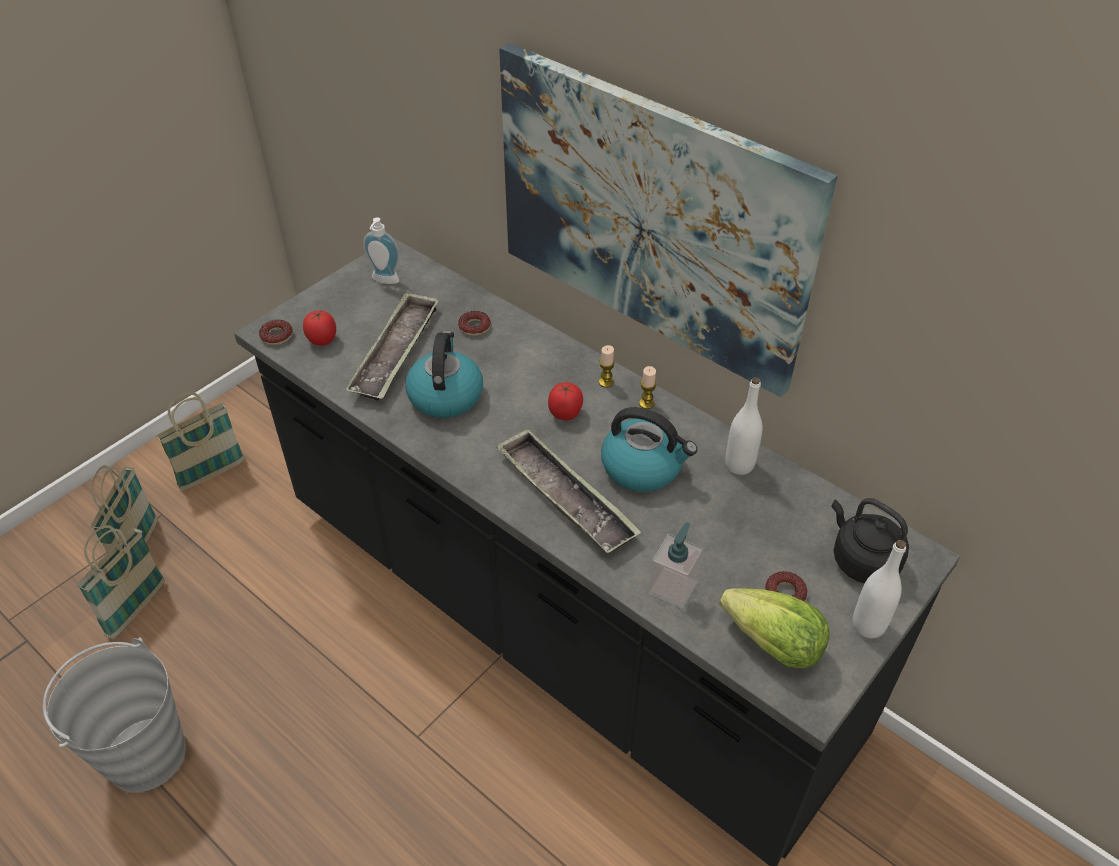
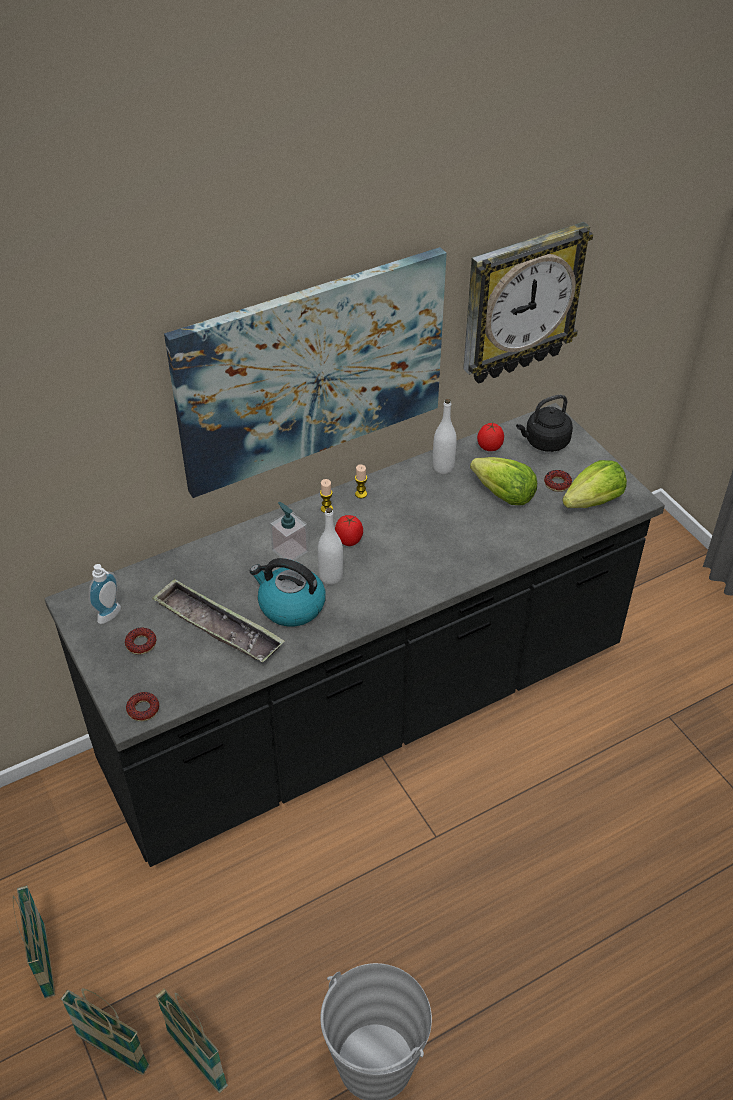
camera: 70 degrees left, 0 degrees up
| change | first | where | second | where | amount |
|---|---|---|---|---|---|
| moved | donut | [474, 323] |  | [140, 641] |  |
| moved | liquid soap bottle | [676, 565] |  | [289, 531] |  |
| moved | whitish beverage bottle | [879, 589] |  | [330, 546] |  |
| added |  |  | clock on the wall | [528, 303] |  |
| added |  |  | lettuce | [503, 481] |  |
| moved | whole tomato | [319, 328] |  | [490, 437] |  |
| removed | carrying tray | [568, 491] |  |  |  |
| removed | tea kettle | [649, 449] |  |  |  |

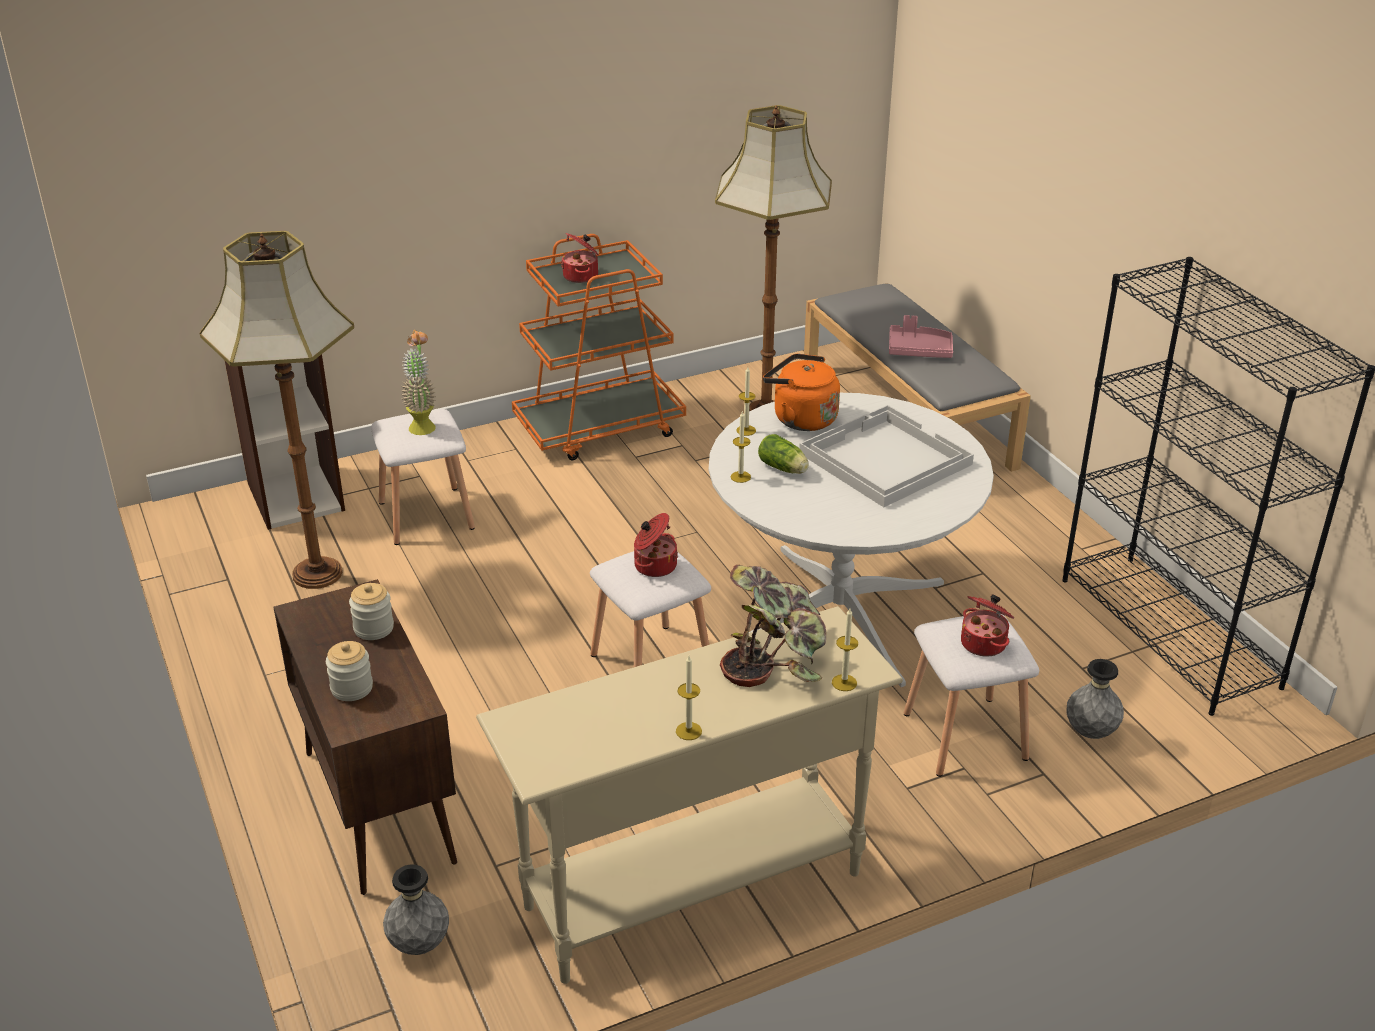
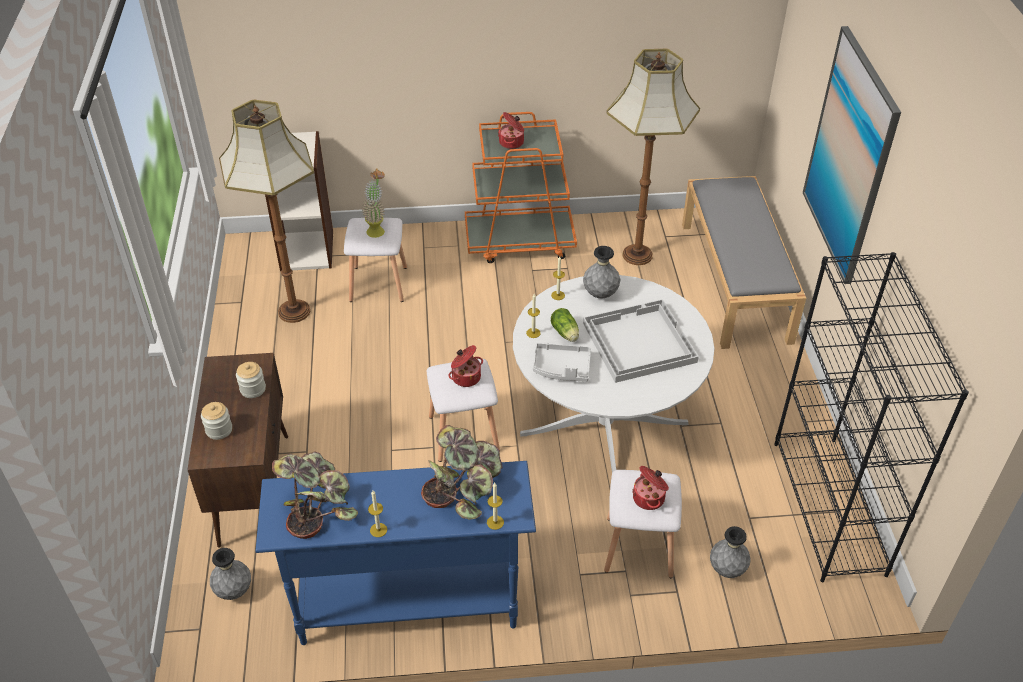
camera: 20 degrees right, 10 degrees up
| change | first | where | second | where | amount |
|---|---|---|---|---|---|
| recoloured | sand-coloured console table | [689, 795] | bluish console table | [395, 553] |  |
| added |  |  | potted plant | [315, 495] |  |
| added |  |  | gray carrying tray | [562, 362] |  |
| replaced | orange tea kettle | [801, 392] | gray decorative vase | [602, 272] |  |
| added |  |  | wall art | [852, 155] |  |
| removed | pinkish carrying tray | [921, 336] |  |  |  |

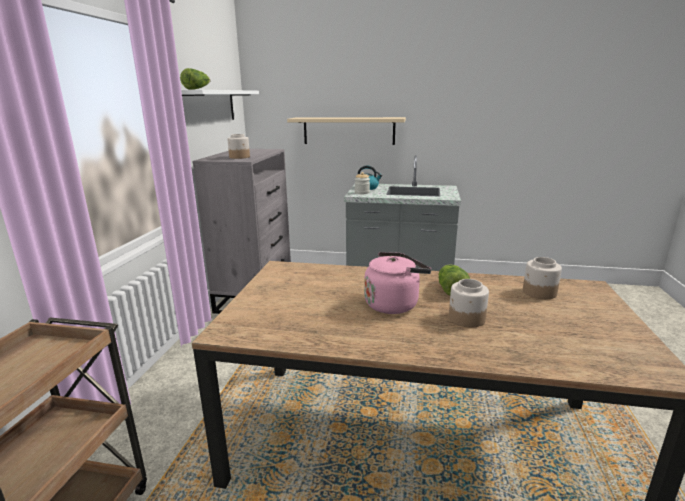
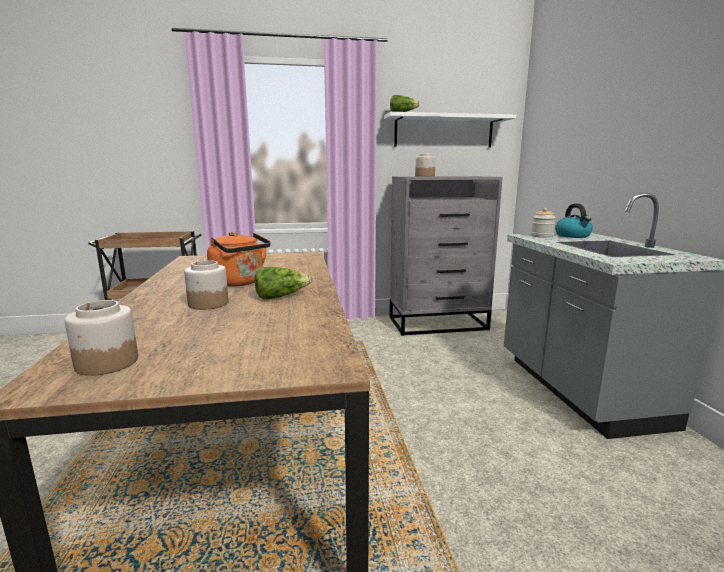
camera: 70 degrees right, 5 degrees down
| change | first | where | second | where | amount |
|---|---|---|---|---|---|
| moved | preserve jar | [542, 278] |  | [101, 338] |  |
| recoloured | pinkish tea kettle | [398, 283] | orange tea kettle | [239, 259] |  |
| removed | sand-coloured bracket shelf | [346, 131] |  |  |  |

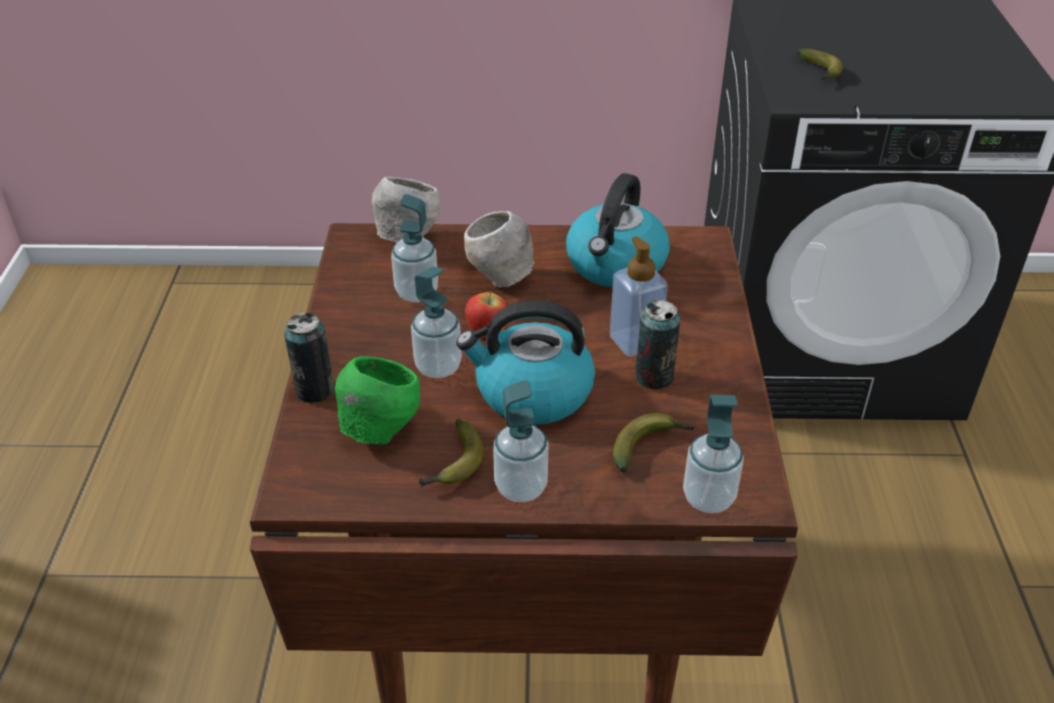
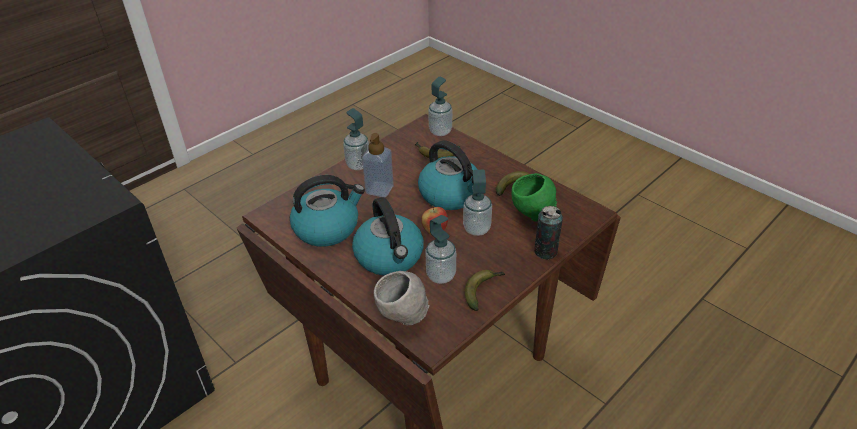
camera: 135 degrees left, 0 degrees up
| change | first | where | second | where | amount |
|---|---|---|---|---|---|
| moved | liquid soap bottle | [520, 441] |  | [356, 139] |  |
| replaced | gray serving bowl | [499, 249] | tea kettle | [388, 236] |  |
| moved | banana | [820, 64] |  | [485, 290] |  |
| removed | metal can | [657, 345] |  |  |  |

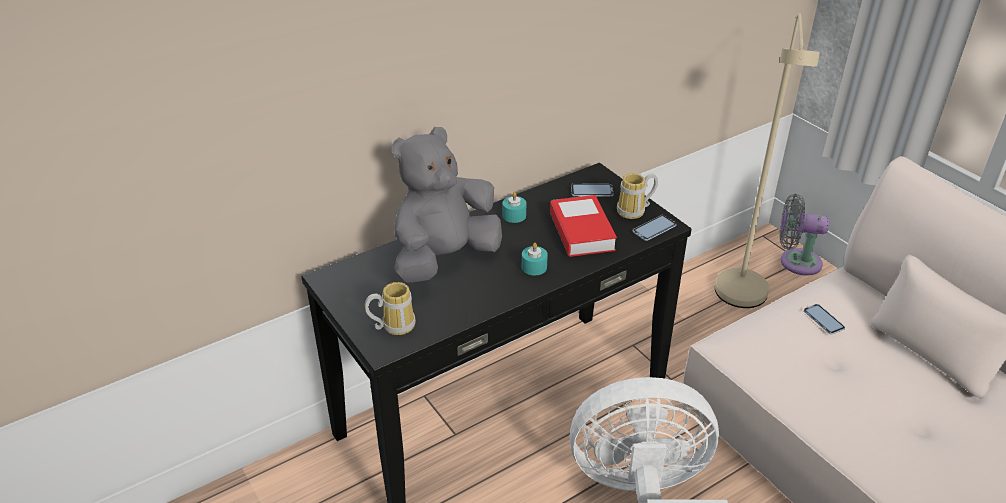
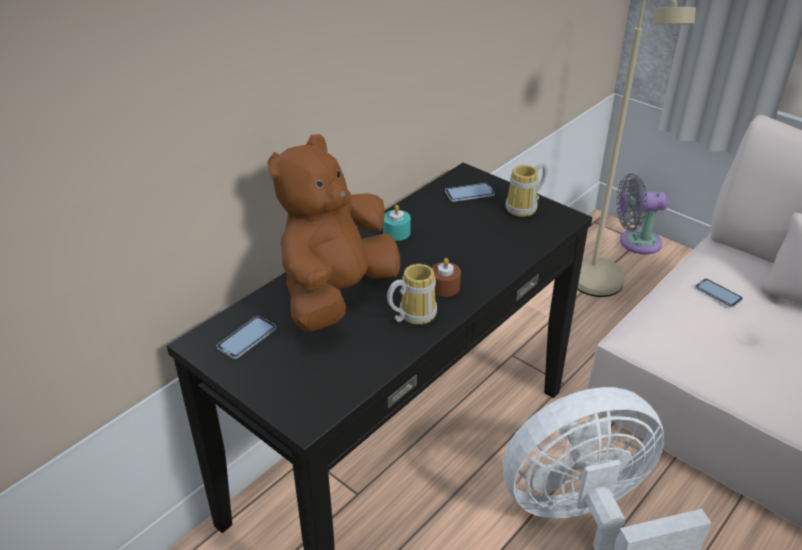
camera: 15 degrees left, 0 degrees up
| change | first | where | second | where | amount |
|---|---|---|---|---|---|
| moved | phone | [654, 228] |  | [246, 337] |  |
| recoloured | gray soft toy | [447, 205] | brown soft toy | [333, 233] |  |
| moved | coffee mug | [390, 308] |  | [412, 294] |  |
| recoloured | turquoise candle | [535, 259] | brown candle | [446, 277] |  |
| removed | volume | [583, 226] |  |  |  |

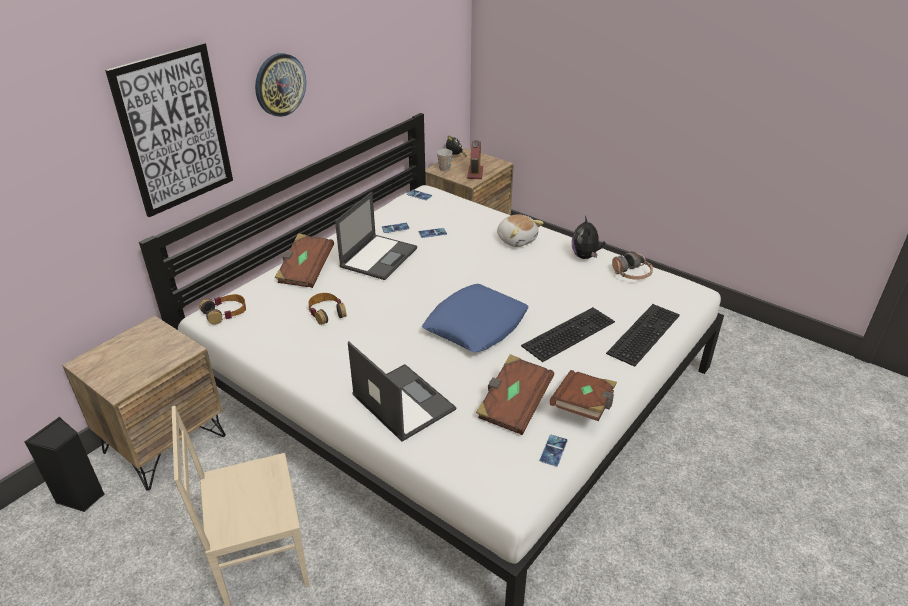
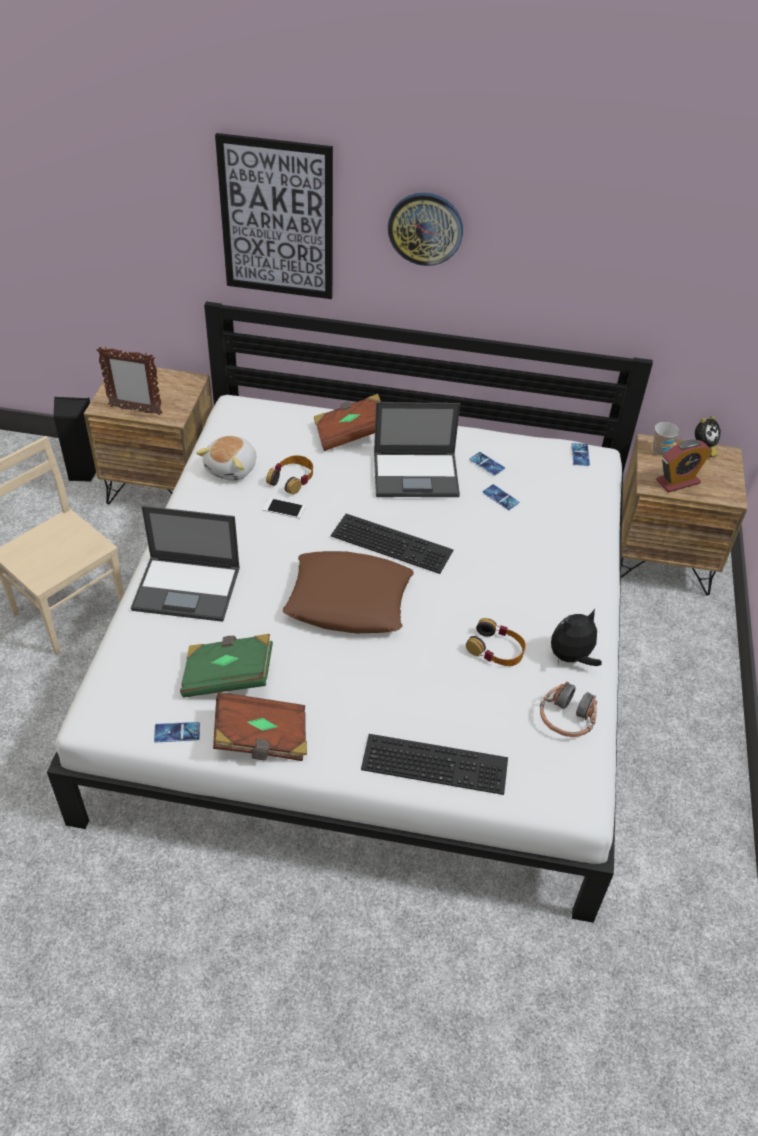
camera: 60 degrees right, 10 degrees up
| change | first | where | second | where | amount |
|---|---|---|---|---|---|
| added |  |  | picture frame | [130, 381] |  |
| turned | portable computer | [402, 391] |  | [185, 564] | 75 degrees clockwise |
| recoloured | brown volume | [515, 394] | green volume | [226, 666] |  |
| moved | soft toy | [520, 230] |  | [226, 458] |  |
| added |  |  | phone | [284, 508] |  |
| recoloured | bluish pillow | [475, 318] | brown pillow | [348, 592] |  |
| moved | PC keyboard | [568, 334] |  | [392, 544] |  |
| moved | headset | [222, 309] |  | [496, 642] |  |

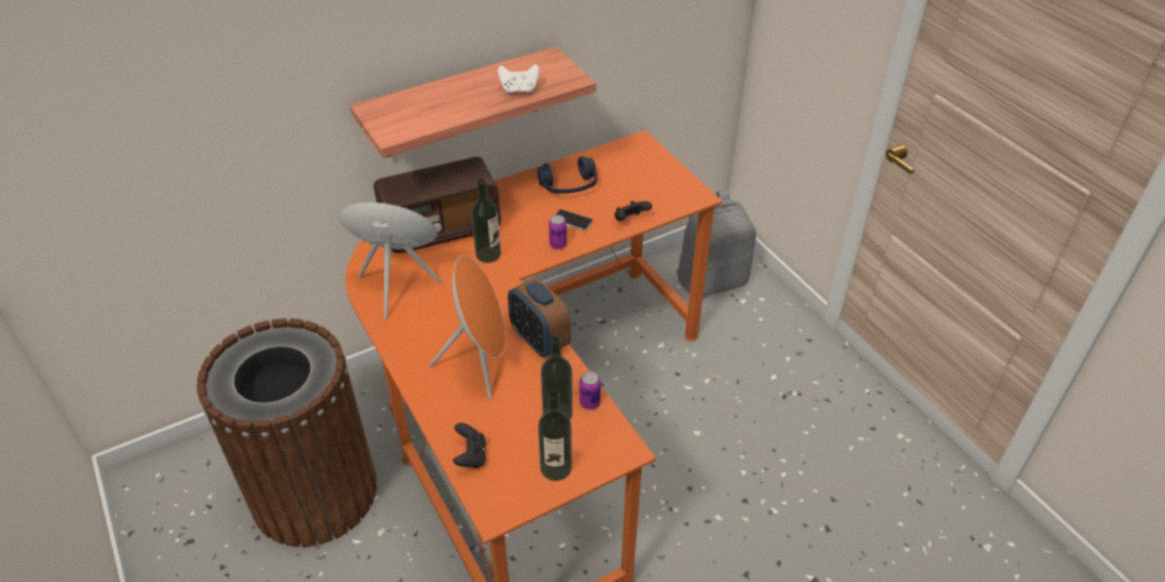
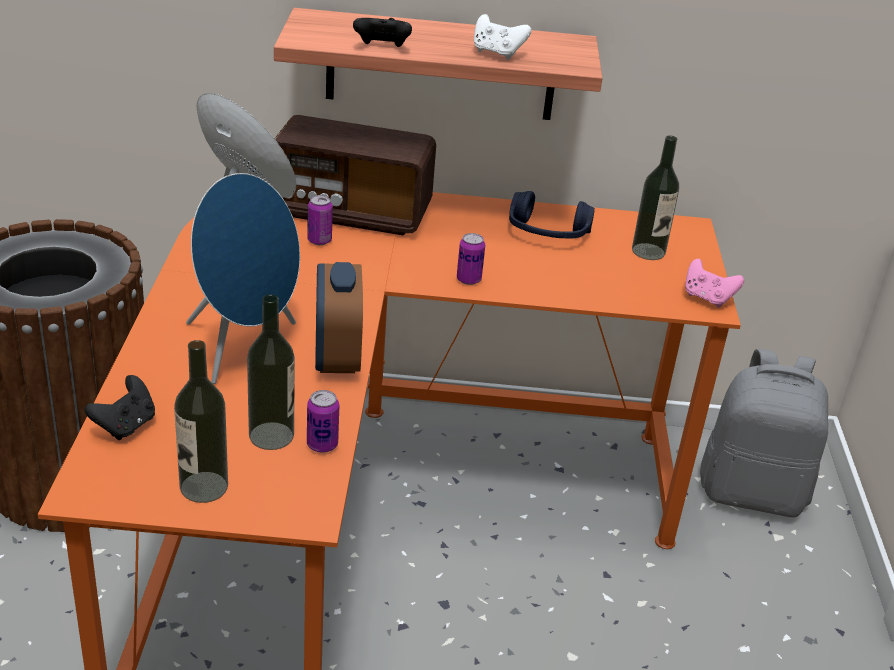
camera: 30 degrees right, 10 degrees down
| change | first | where | second | where | amount |
|---|---|---|---|---|---|
| recoloured | orange audio speaker | [467, 327] | bluish audio speaker | [243, 278] |  |
| added |  |  | metal can | [320, 220] |  |
| moved | black game controller | [633, 211] |  | [382, 32] |  |
| moved | beverage bottle | [486, 220] |  | [655, 197] |  |
| added |  |  | pinkish game controller | [714, 283] |  |
| removed | phone | [574, 220] |  |  |  |

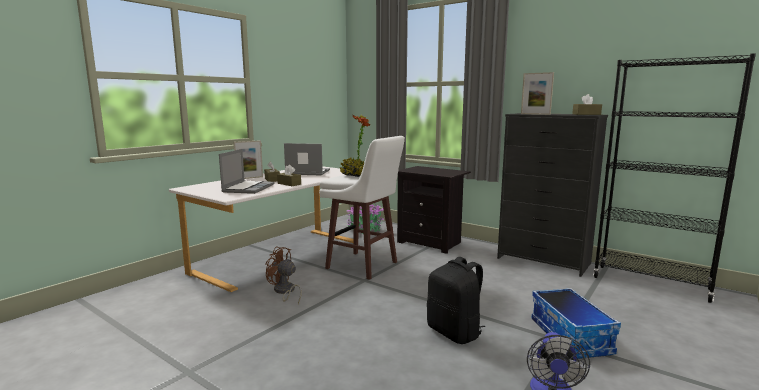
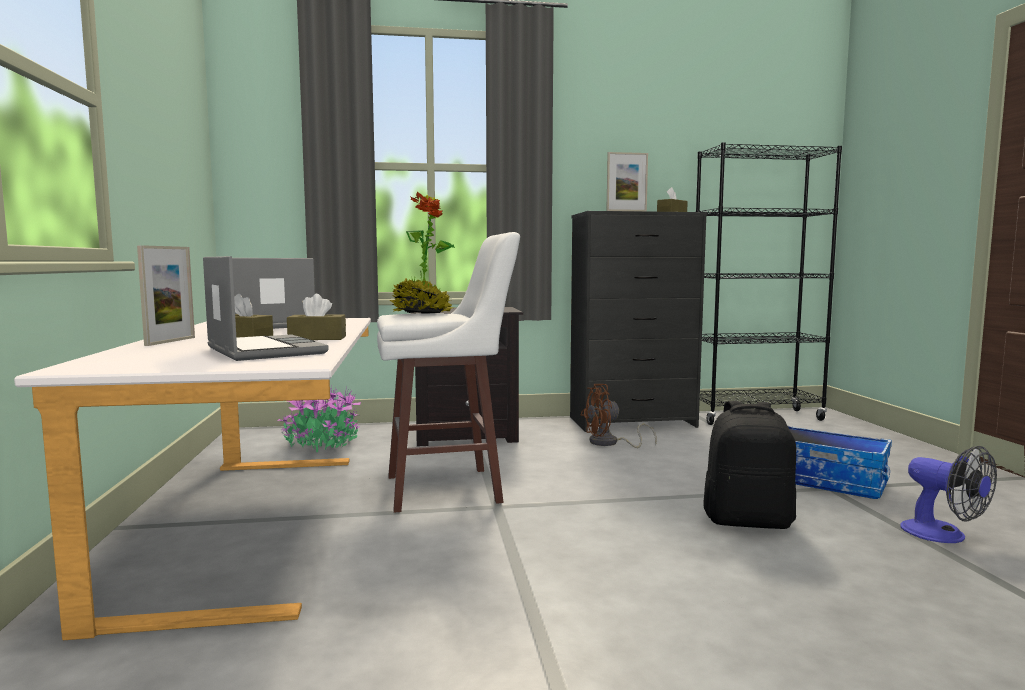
camera: 45 degrees left, 5 degrees down
| change | first | where | second | where | amount |
|---|---|---|---|---|---|
| moved | brown electric fan | [283, 275] |  | [619, 416] |  |

